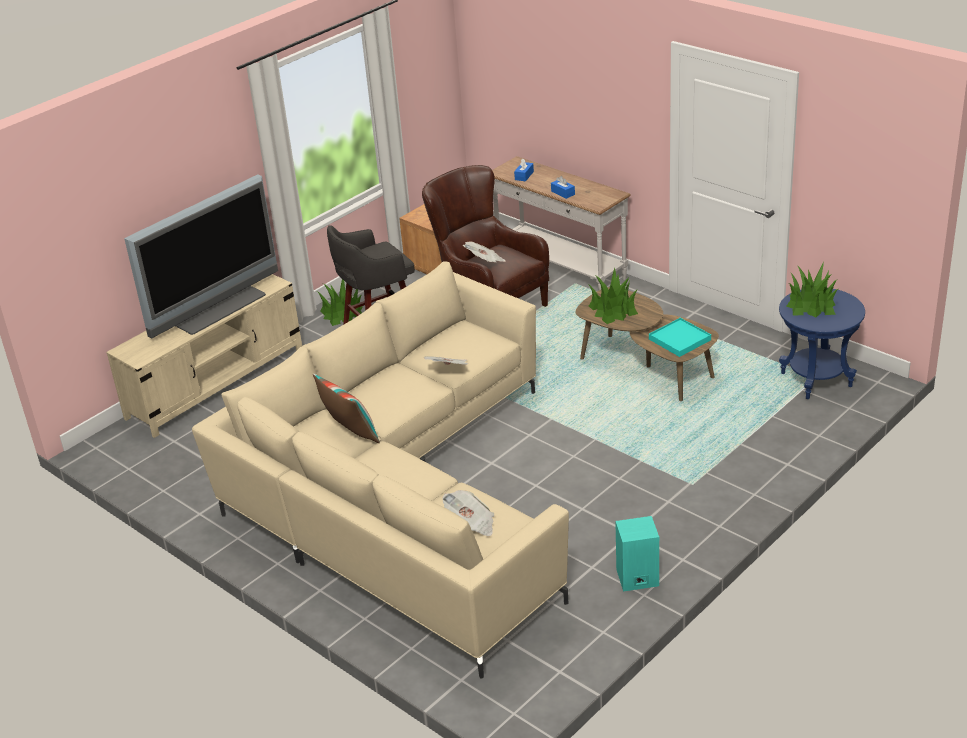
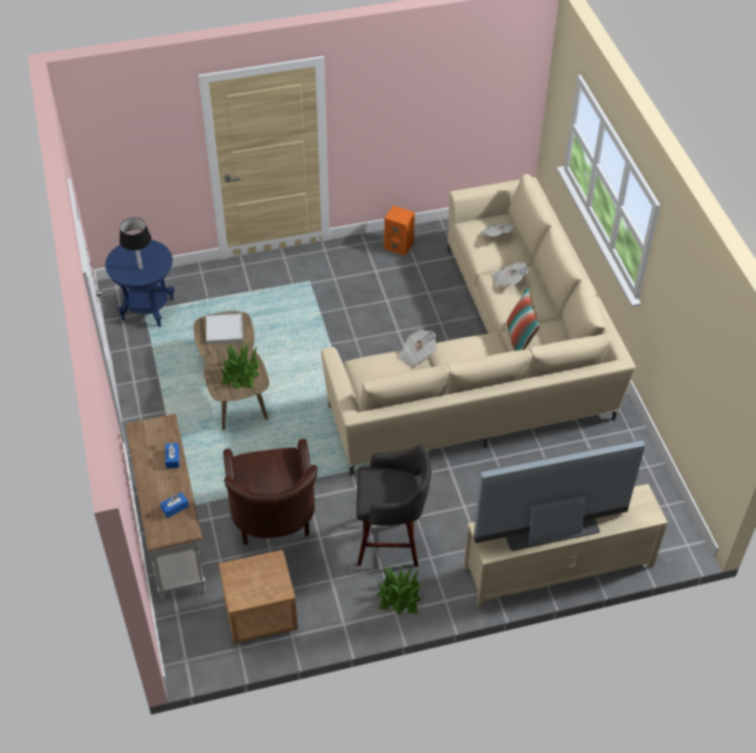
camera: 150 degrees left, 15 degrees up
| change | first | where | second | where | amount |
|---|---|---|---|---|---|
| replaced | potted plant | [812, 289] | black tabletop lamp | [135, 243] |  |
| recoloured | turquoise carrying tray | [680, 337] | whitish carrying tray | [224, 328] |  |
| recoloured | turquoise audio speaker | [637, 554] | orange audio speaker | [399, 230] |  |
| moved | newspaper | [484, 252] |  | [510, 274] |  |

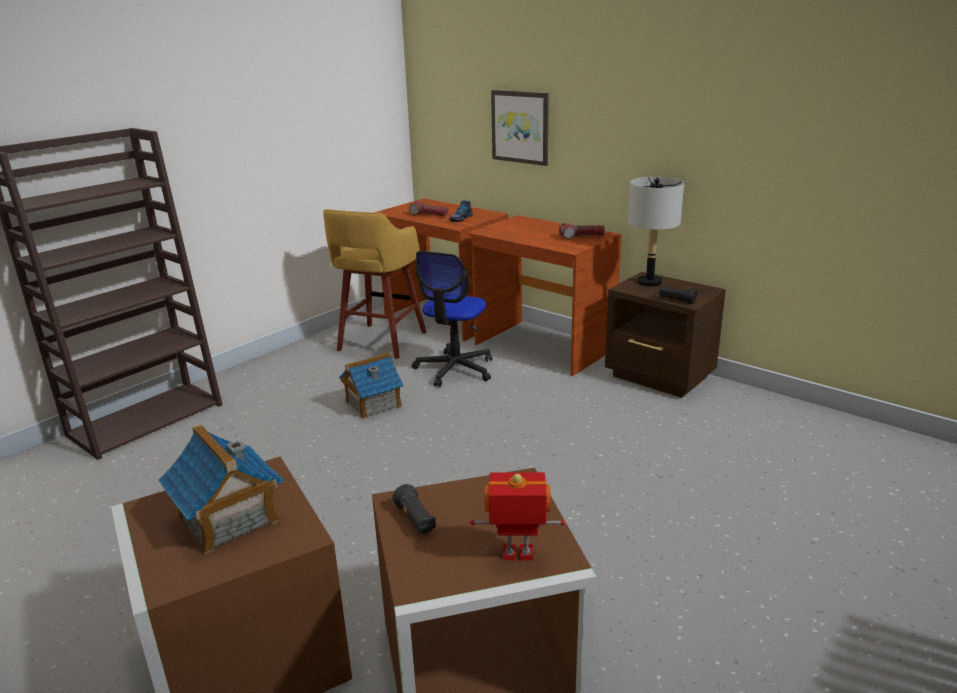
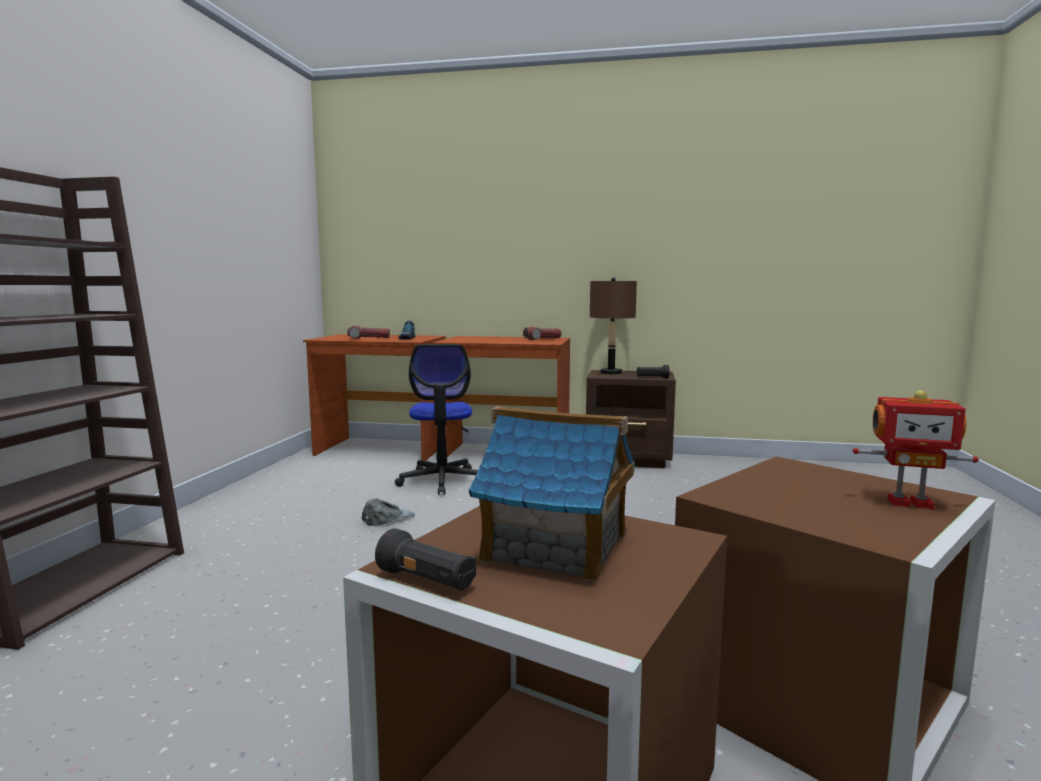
camera: 30 degrees left, 15 degrees down
| change | first | where | second | where | amount |
|---|---|---|---|---|---|
| replaced | model house | [371, 385] | gray baseball cap | [388, 512] |  |
| moved | black flashlight | [414, 509] |  | [425, 559] |  |
| recoloured | gray tabletop lamp | [656, 232] | brown tabletop lamp | [613, 325] |  |
| turned | robot figure | [517, 516] |  | [916, 449] | 135 degrees counterclockwise |
| removed | yellowish stool | [374, 284] |  |  |  |
| removed | wall art | [520, 128] |  |  |  |

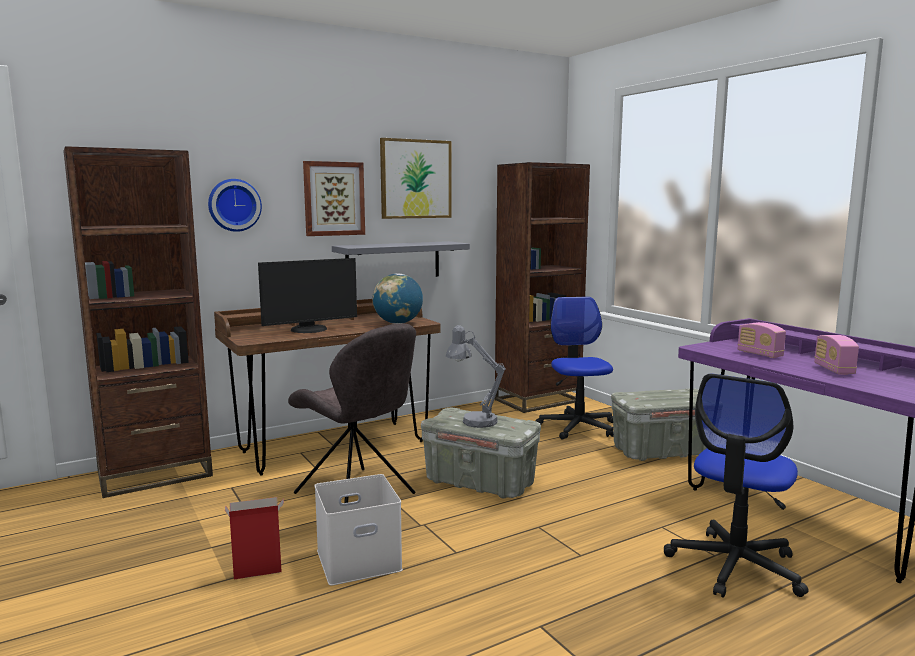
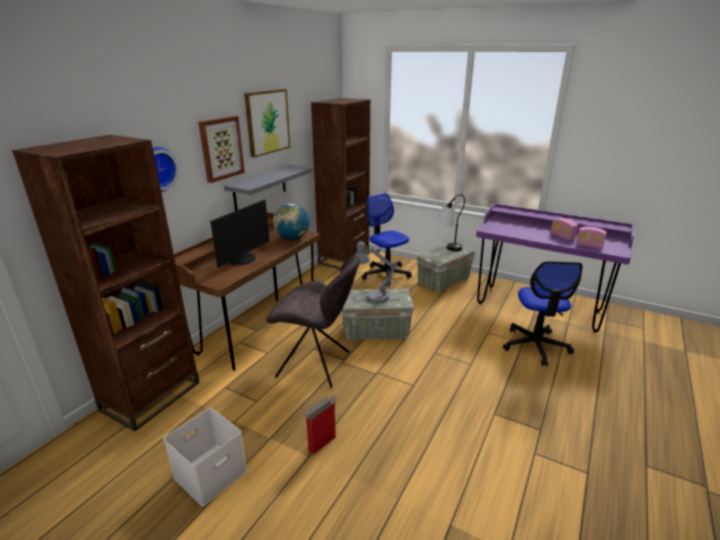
camera: 30 degrees left, 15 degrees up
| change | first | where | second | where | amount |
|---|---|---|---|---|---|
| moved | whitish storage container | [359, 530] |  | [205, 457] |  |
| added |  |  | tabletop lamp | [449, 222] |  |
| moved | radio | [761, 340] |  | [591, 238] |  |

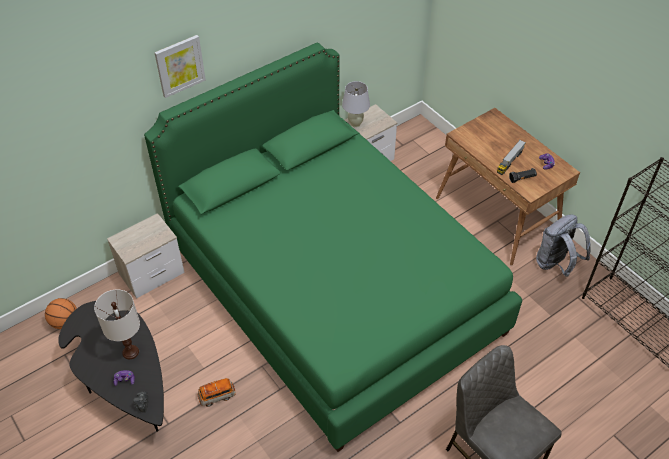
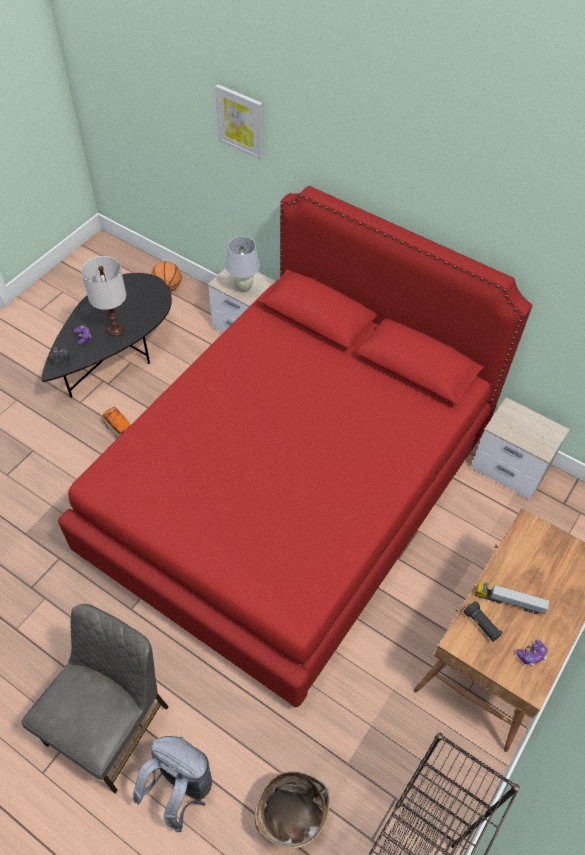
camera: 70 degrees right, 5 degrees up
| change | first | where | second | where | amount |
|---|---|---|---|---|---|
| recoloured | green sleeping bed | [333, 247] | red-coloured sleeping bed | [295, 447] |  |
| moved | gray rucksack | [563, 245] |  | [172, 784] |  |
| moved | wall art | [180, 66] |  | [239, 122] |  |
| moved | whitish tabletop lamp | [356, 104] |  | [243, 264] |  |
| added |  |  | household basket | [292, 810] |  |

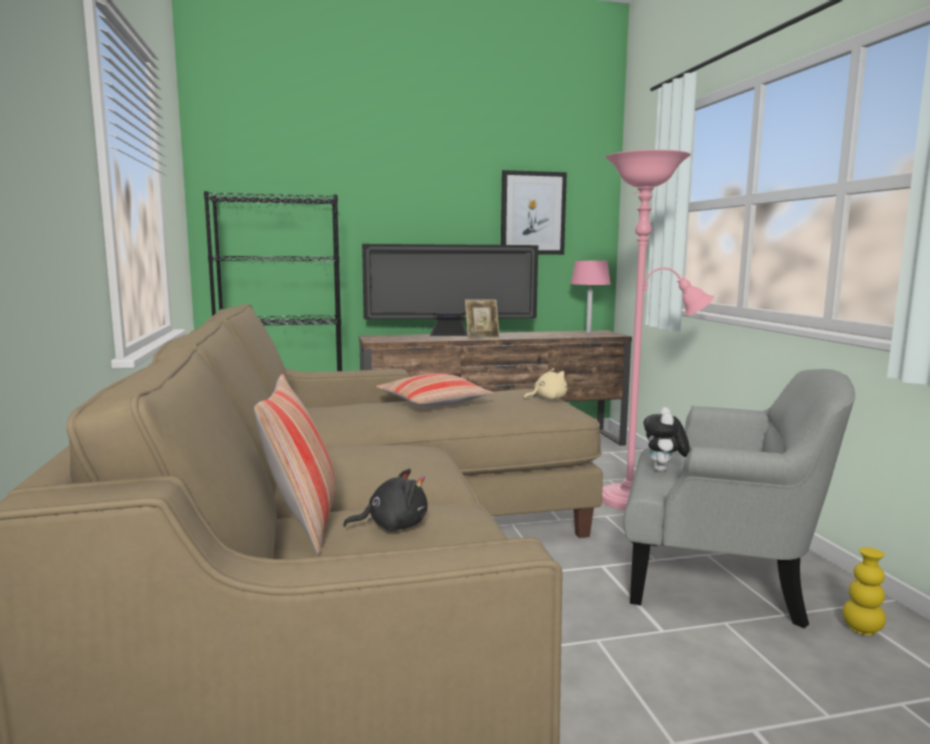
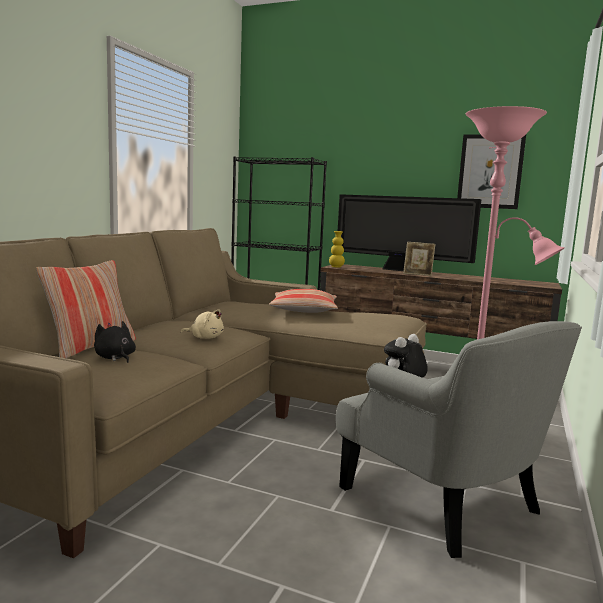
camera: 35 degrees right, 0 degrees up
| change | first | where | second | where | amount |
|---|---|---|---|---|---|
| turned | black soft toy | [385, 500] |  | [115, 342] | 150 degrees counterclockwise |
| moved | sand-coloured soft toy | [545, 384] |  | [202, 324] |  |
| moved | yellowish decorative vase | [864, 591] |  | [337, 249] |  |
| removed | pinkish tabletop lamp | [590, 296] |  |  |  |

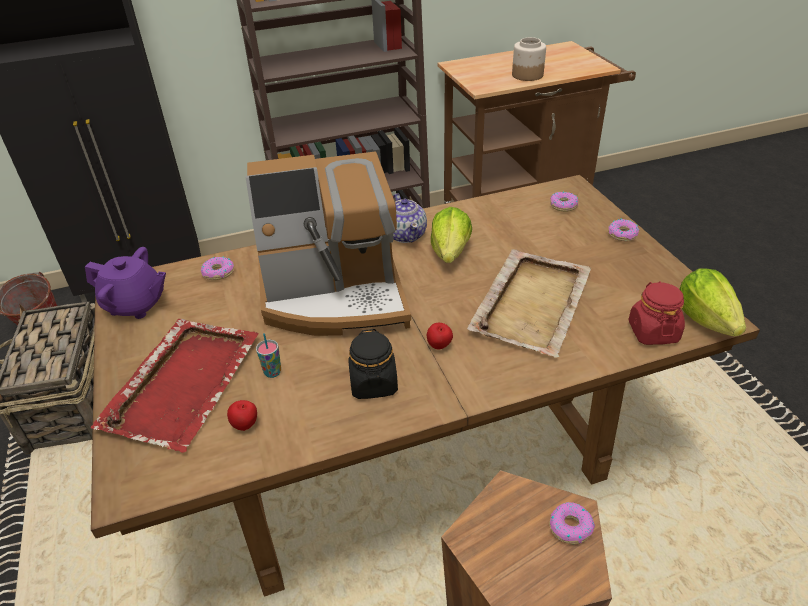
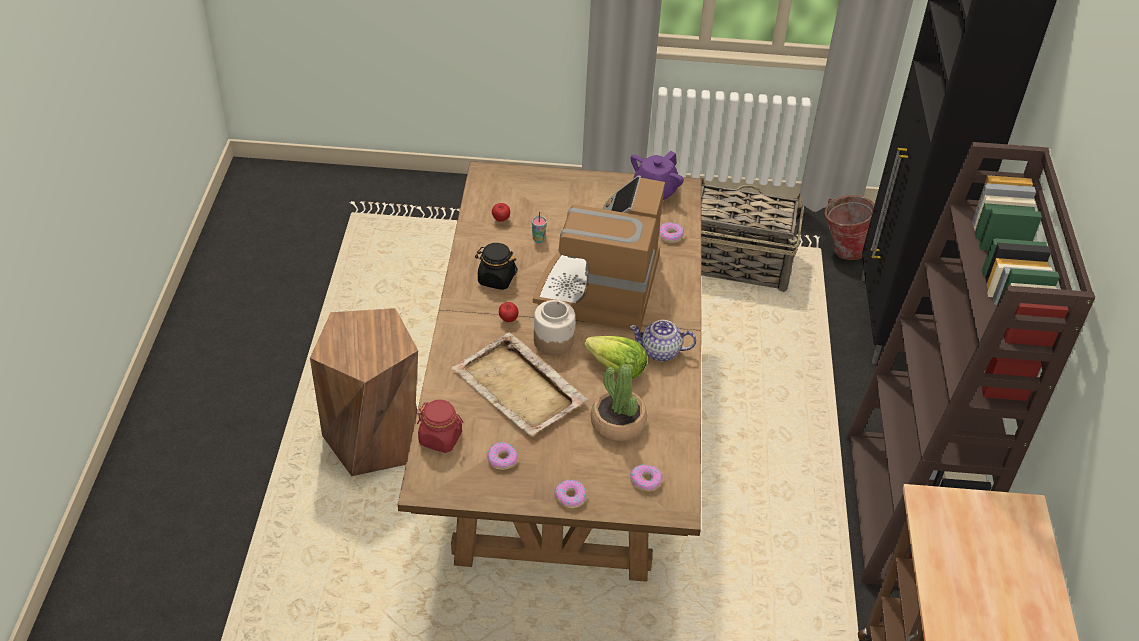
camera: 110 degrees right, 5 degrees up
| change | first | where | second | where | amount |
|---|---|---|---|---|---|
| moved | donut | [572, 523] |  | [502, 456] |  |
| moved | preserve jar | [529, 59] |  | [554, 327] |  |
| added |  |  | potted plant | [618, 403] |  |
| removed | red-coloured carrying tray | [175, 386] |  |  |  |
| removed | lettuce | [713, 302] |  |  |  |

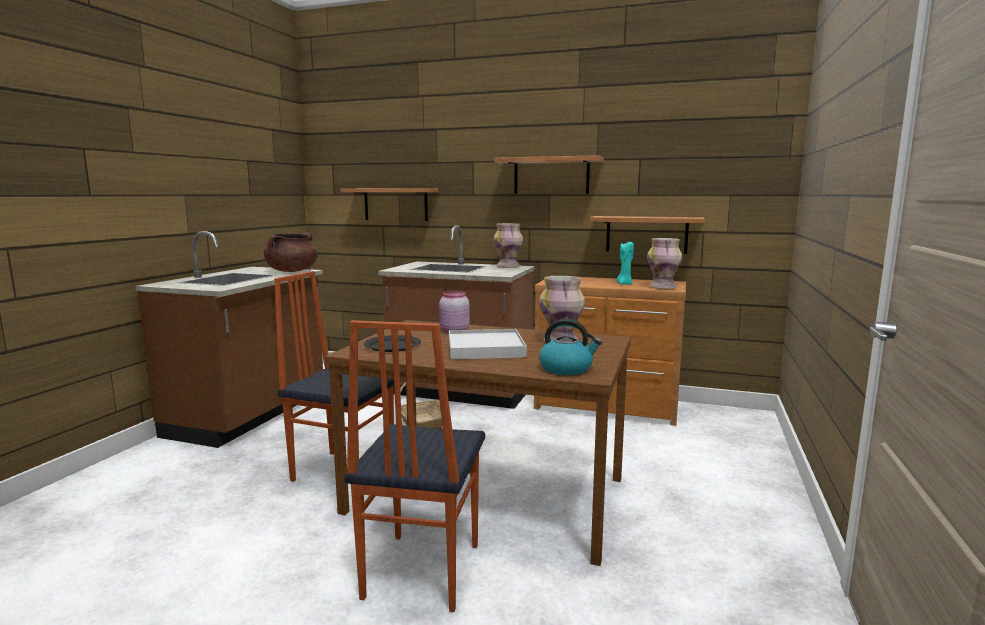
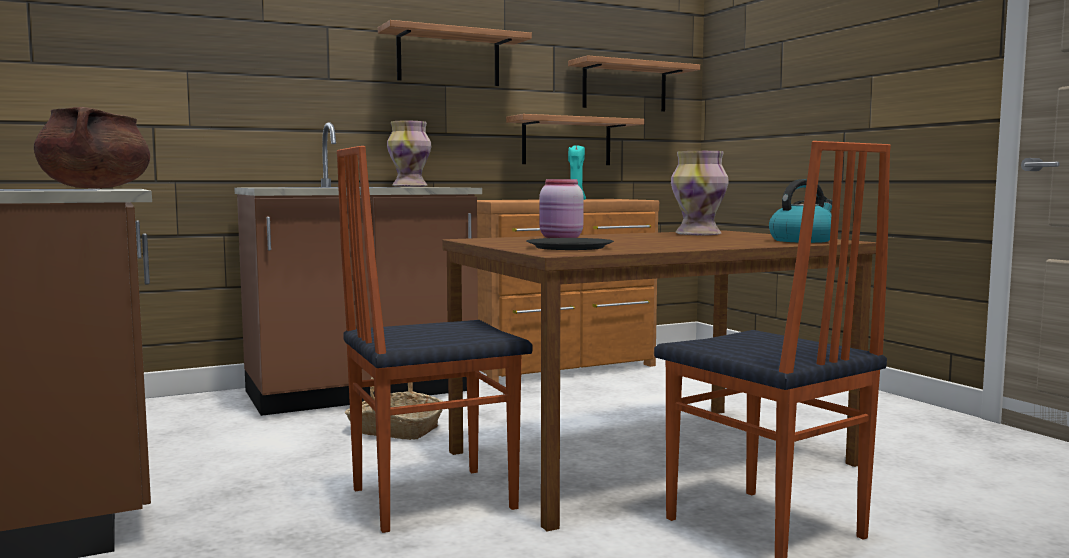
camera: 45 degrees left, 5 degrees down
| change | first | where | second | where | amount |
|---|---|---|---|---|---|
| moved | bracket shelf | [389, 204] |  | [634, 83] |  |
| removed | whitish carrying tray | [488, 344] |  |  |  |
| removed | decorative vase | [664, 263] |  |  |  |

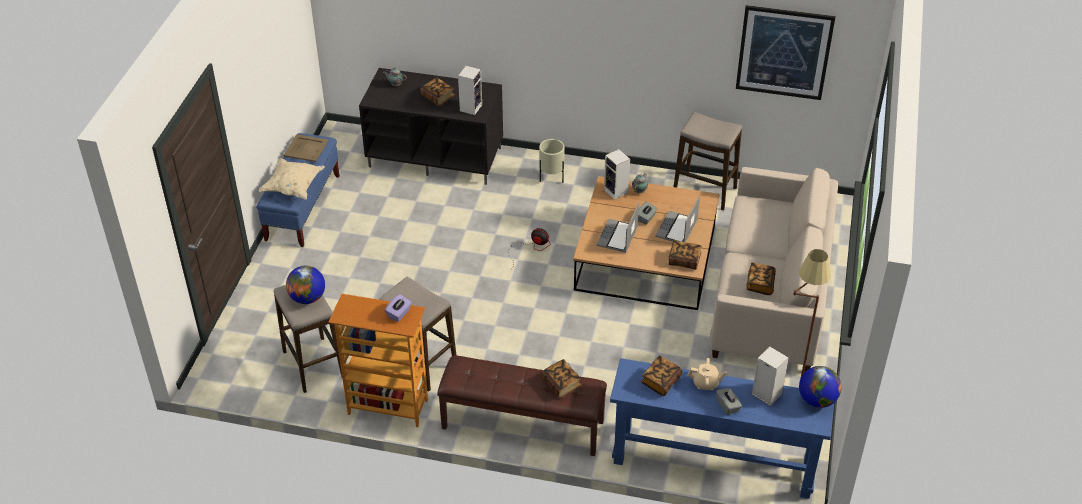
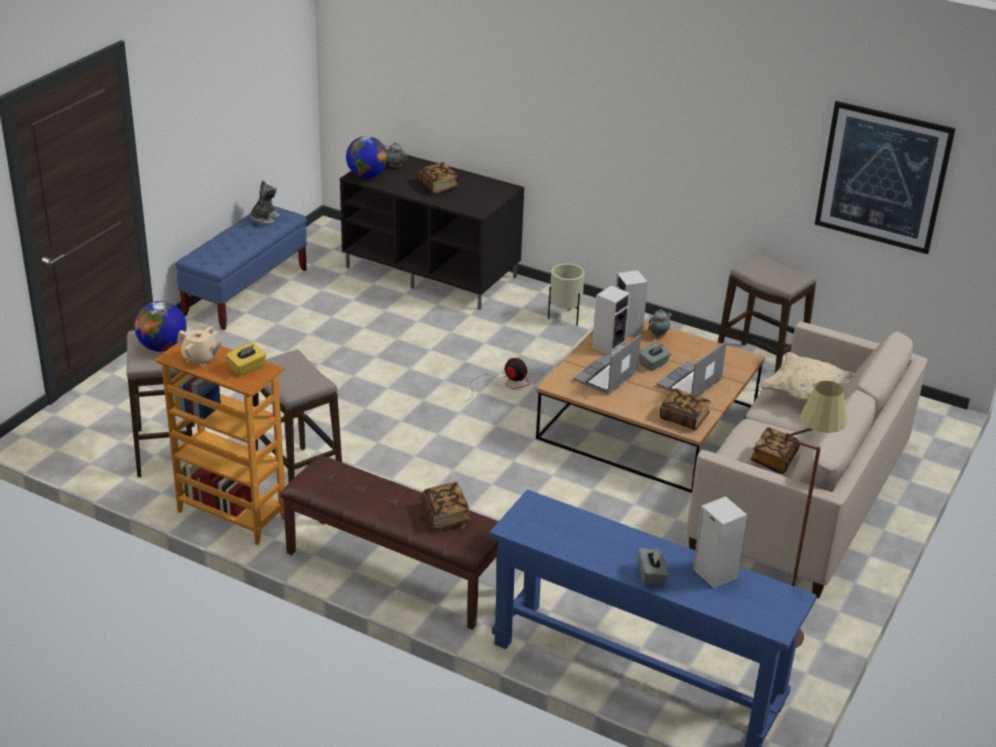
camera: 15 degrees right, 10 degrees down
| change | first | where | second | where | amount |
|---|---|---|---|---|---|
| moved | sand-coloured tea pot | [707, 374] |  | [199, 346] |  |
| recoloured | purple tissue holder | [398, 308] | yellowish tissue holder | [246, 359] |  |
| replaced | sand-coloured carrying tray | [306, 148] | soft toy | [265, 202] |  |
| moved | desk globe | [820, 387] |  | [367, 157] |  |
| moved | audio speaker | [470, 90] |  | [611, 320] |  |
| moved | sand-coloured pillow | [291, 178] |  | [806, 377] |  |
| removed | volume | [661, 376] |  |  |  |

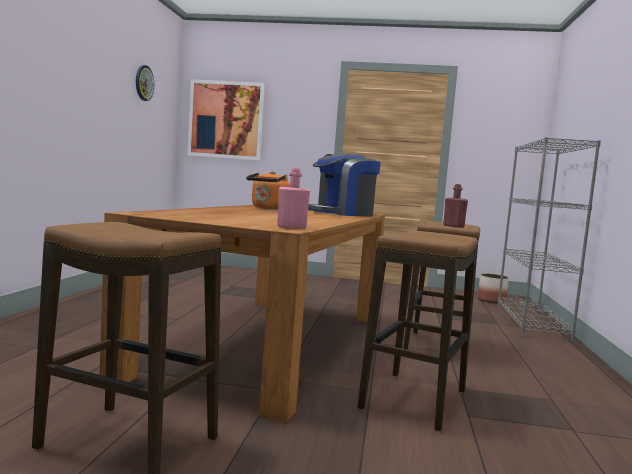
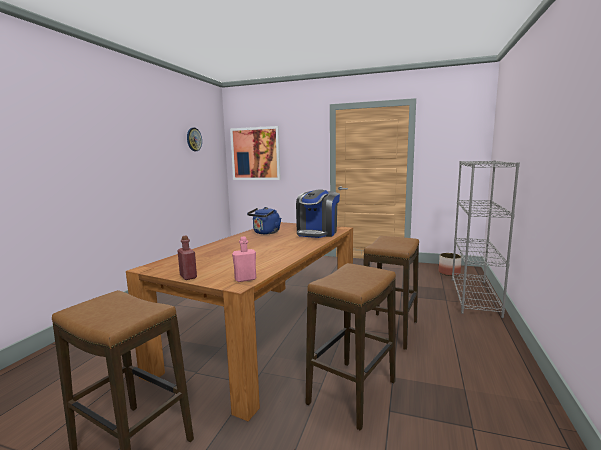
camera: 10 degrees right, 5 degrees up
| change | first | where | second | where | amount |
|---|---|---|---|---|---|
| moved | red-coloured beverage bottle | [455, 205] |  | [187, 257] |  |
| recoloured | orange tea kettle | [268, 190] | bluish tea kettle | [264, 220] |  |
| turned | coffee maker | [344, 185] |  | [318, 213] | 45 degrees counterclockwise |

